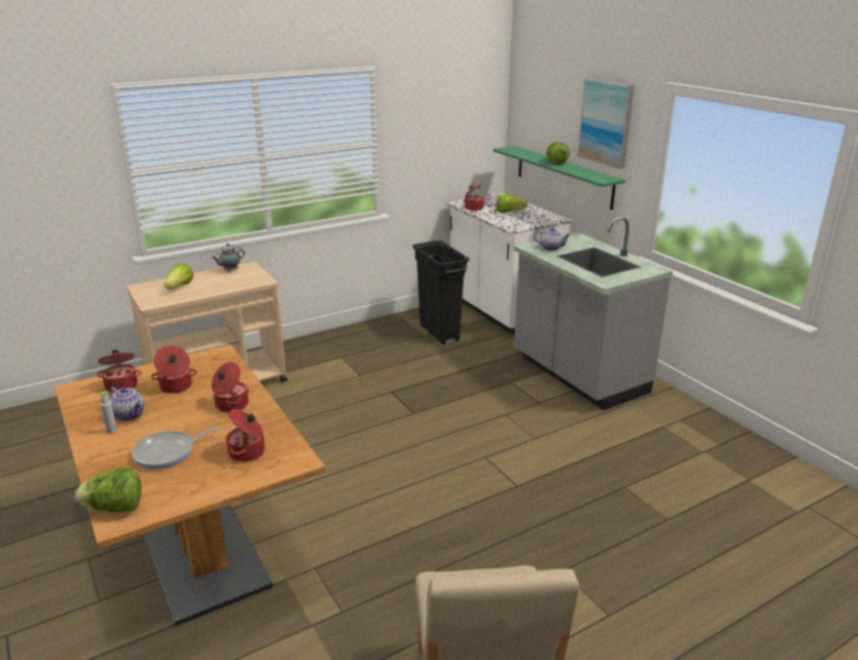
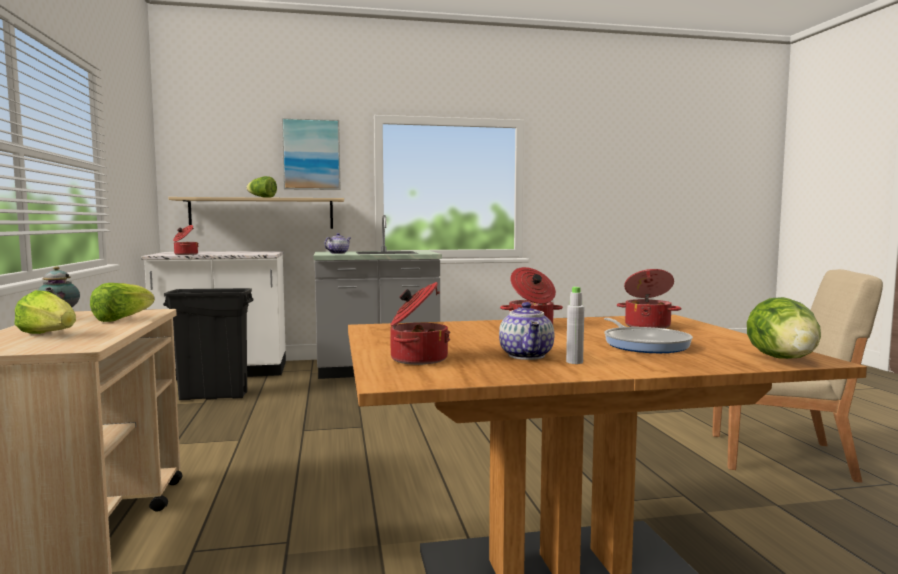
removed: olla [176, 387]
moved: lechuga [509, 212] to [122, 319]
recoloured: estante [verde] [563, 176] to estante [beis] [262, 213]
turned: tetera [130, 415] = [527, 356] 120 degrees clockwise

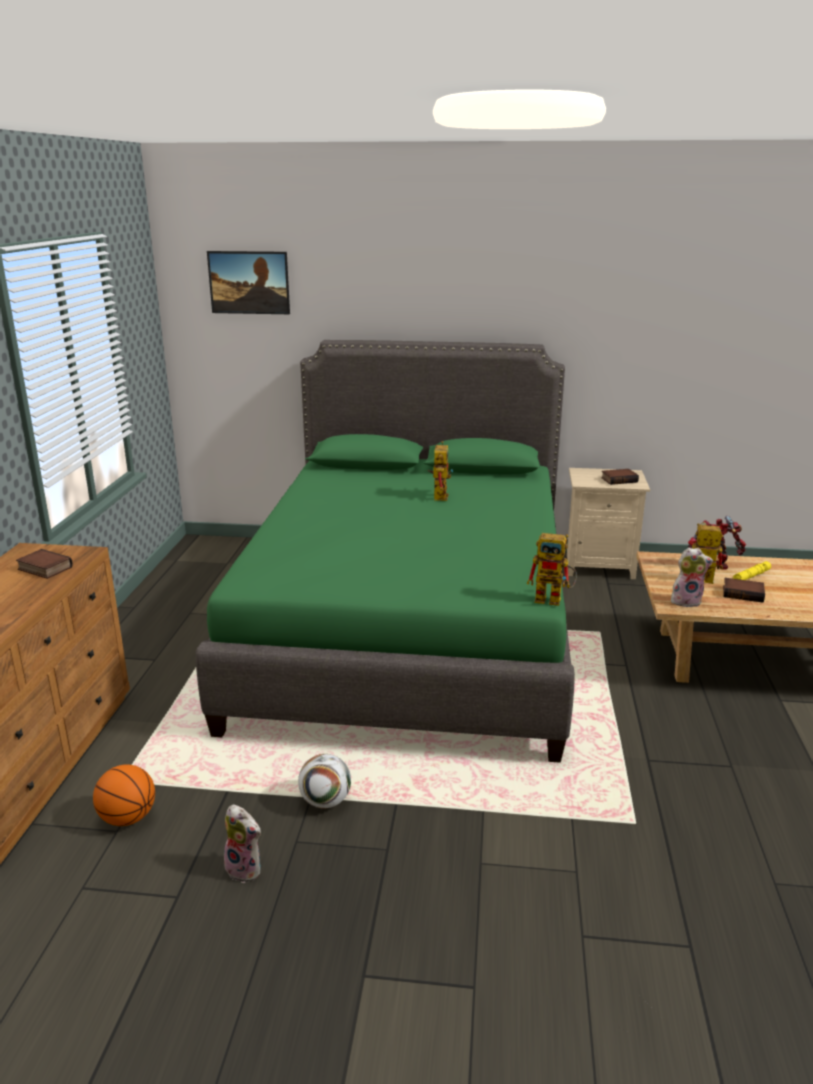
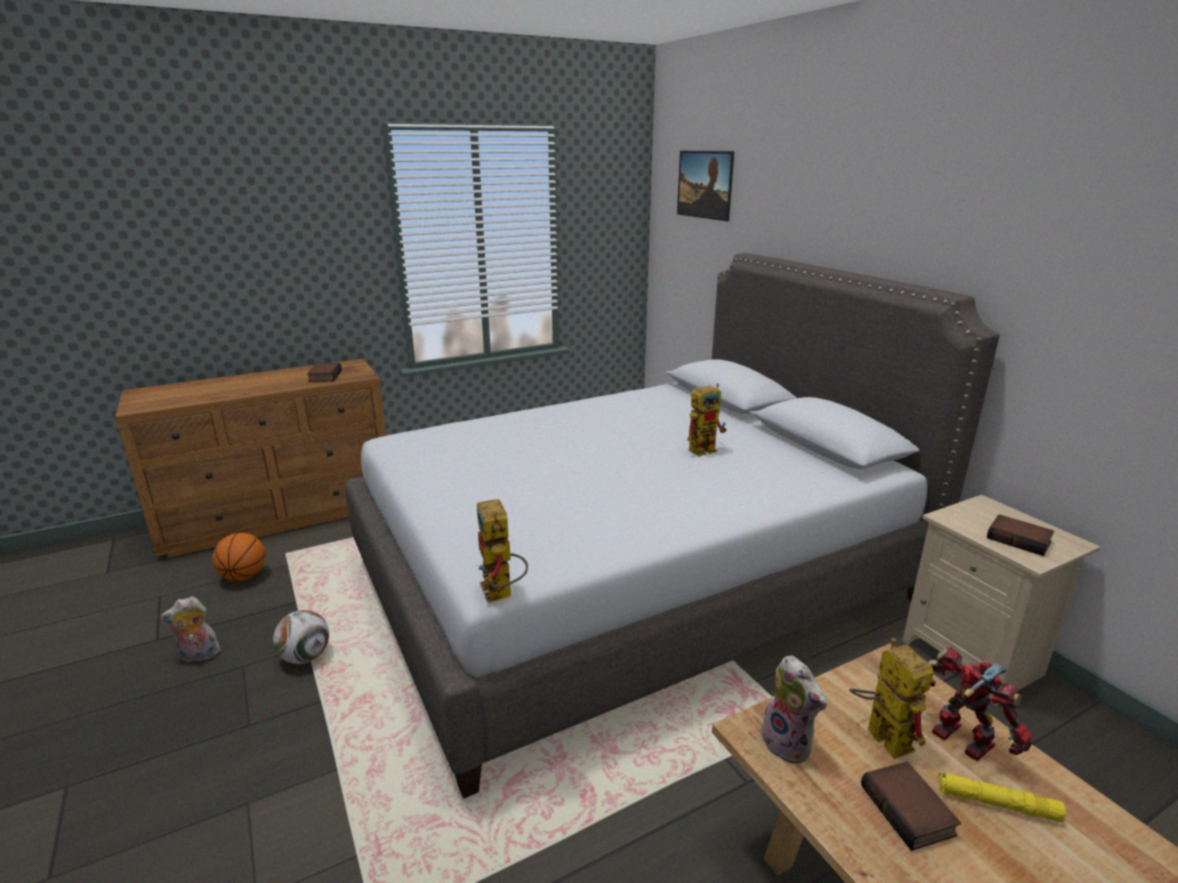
recoloured: cama [verde] [409, 627] to cama [gris] [631, 580]
turned: peluche [246, 868] = [198, 656] 75 degrees clockwise

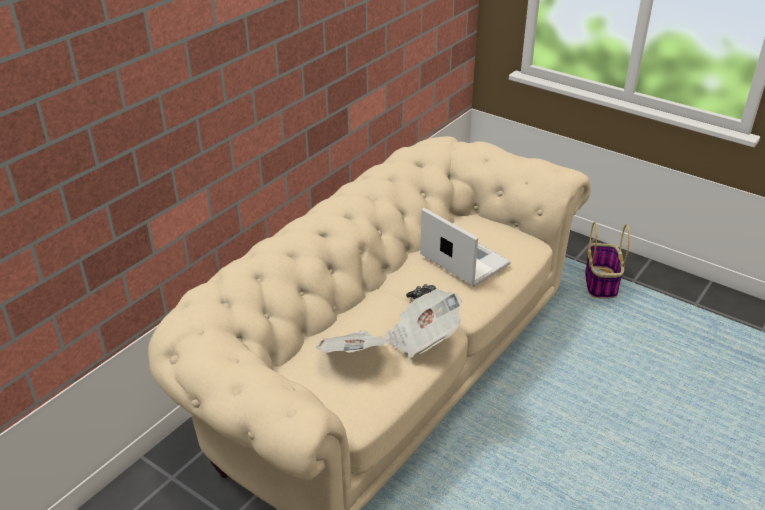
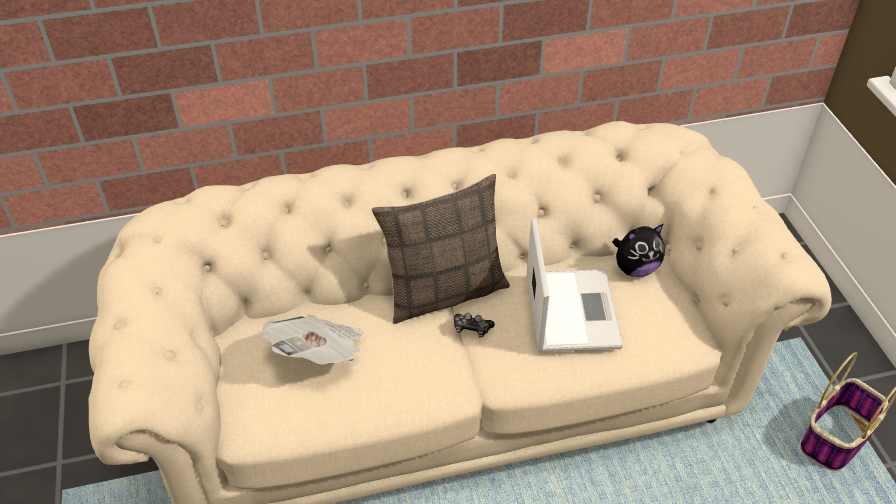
removed: periódico [422, 337]
added: cojín [444, 291]; peluche [635, 268]

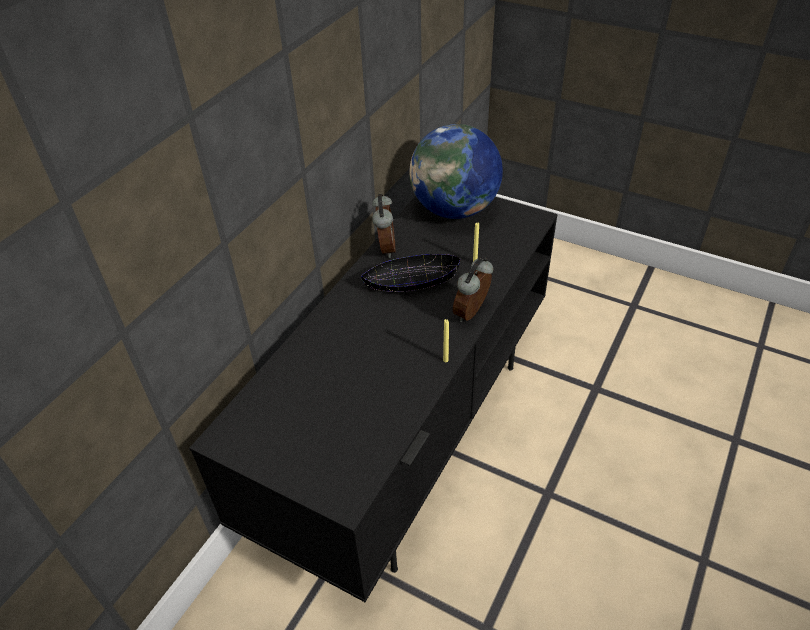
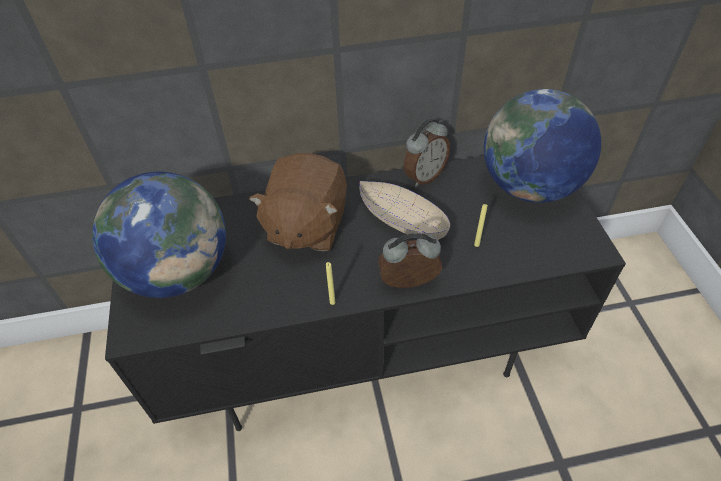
added: globo terráqueo [178, 272]; peluche [marrón] [306, 225]
recoloured: cuenco [negro] [411, 282] to cuenco [beis] [401, 219]

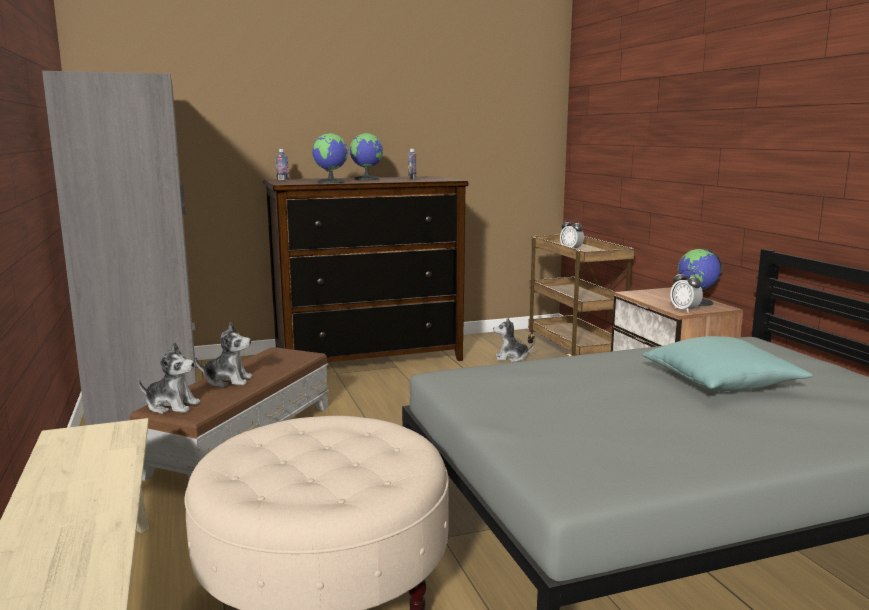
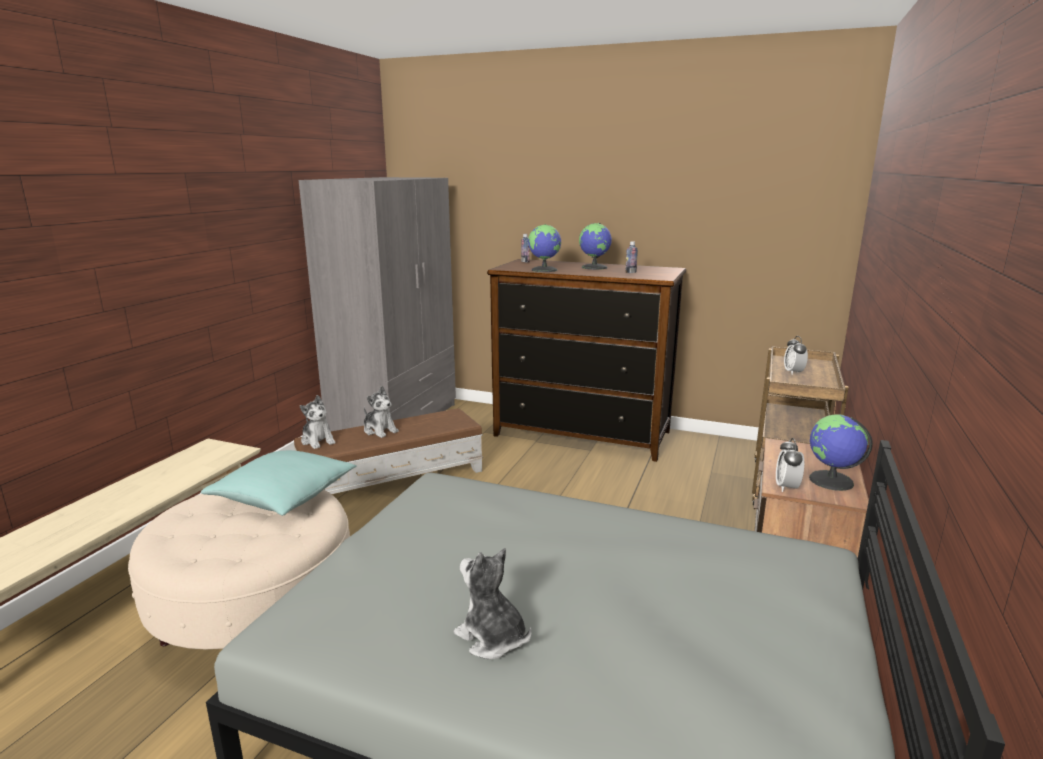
moved: cojín [turquesa] [721, 383] to [284, 497]; peluche [511, 358] to [492, 638]

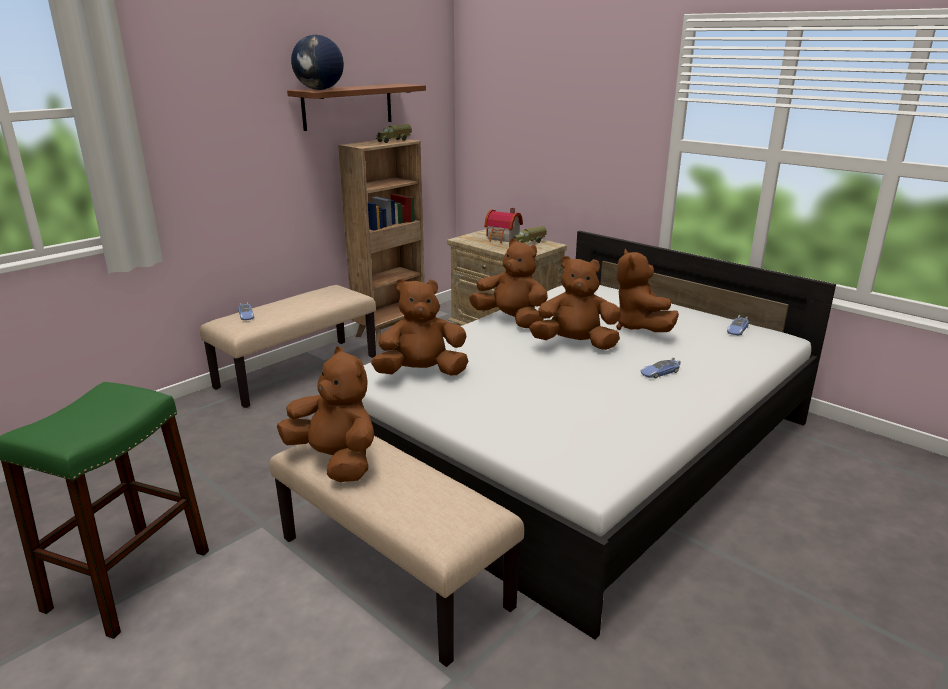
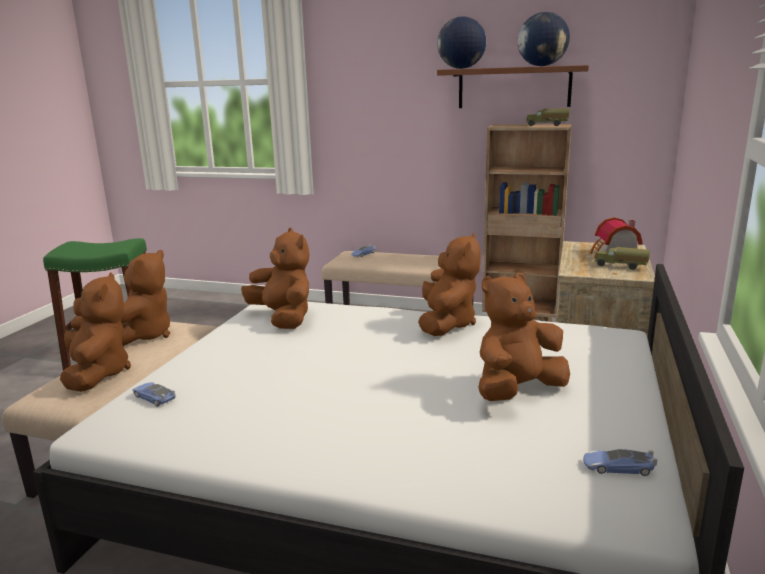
added: globo terráqueo [541, 66]
moved: peluche [marrón] [575, 344] to [97, 374]; coche de juguete [659, 372] to [154, 397]

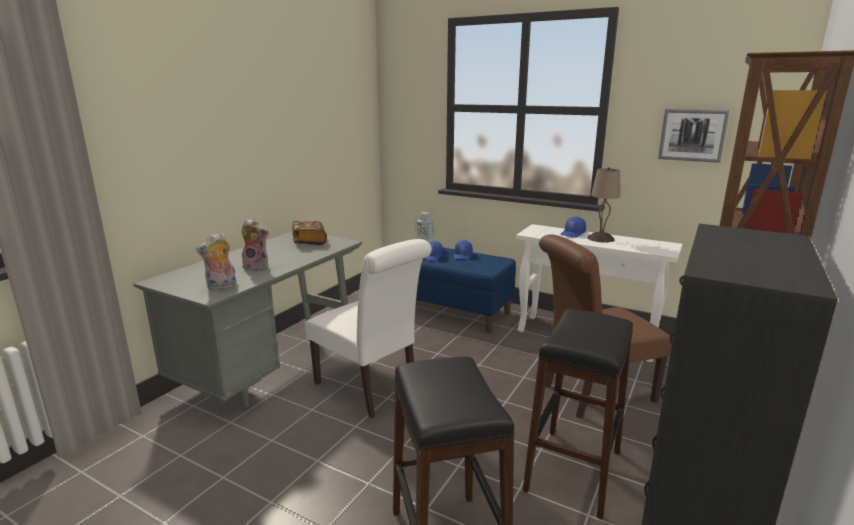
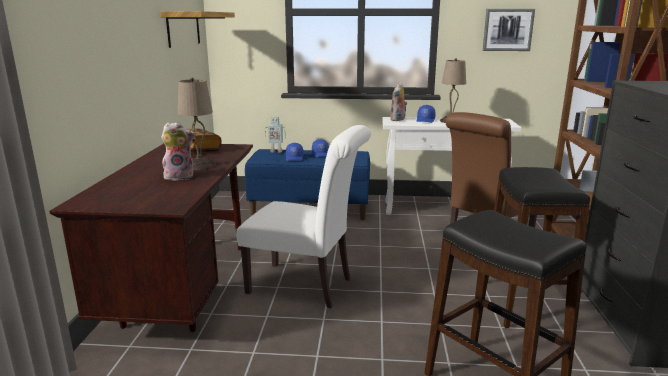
added: estante [183, 28]; lámpara de mesa [beis] [200, 165]
moved: peluche [221, 287] to [398, 120]
recoloured: escritorio [gris] [272, 367] to escritorio [marrón] [184, 289]

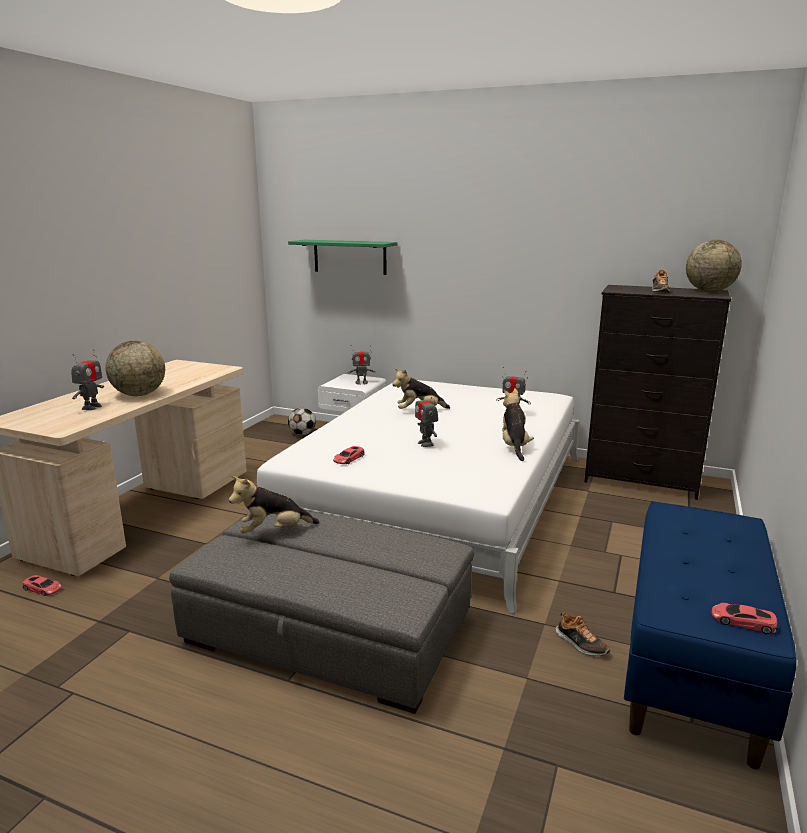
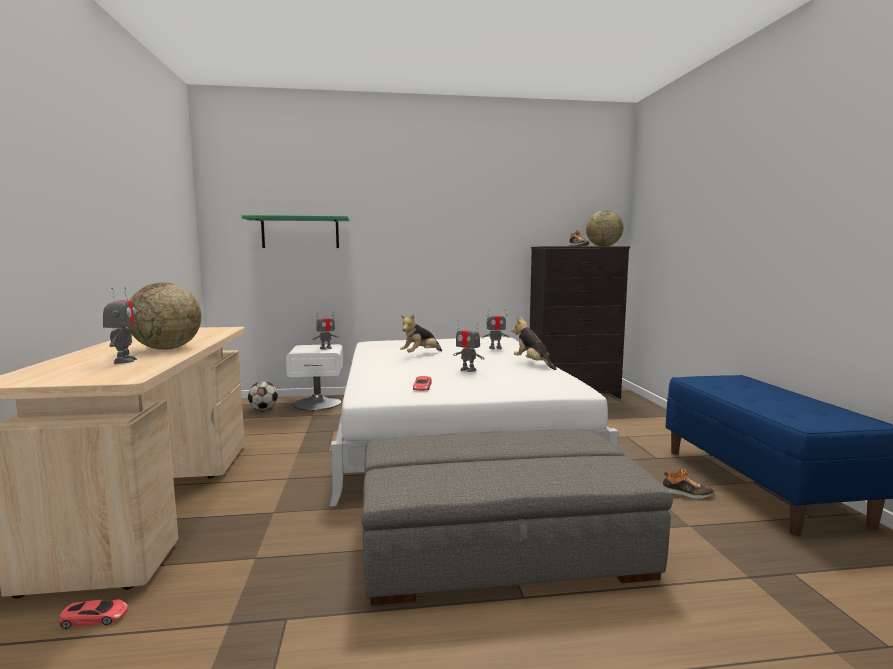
removed: peluche [274, 531]; coche de juguete [rojo] [742, 621]

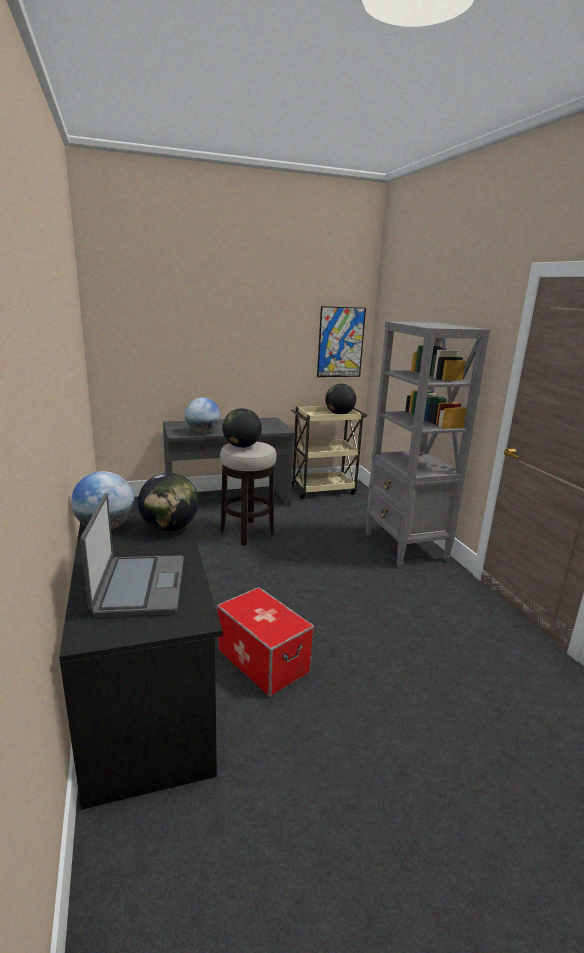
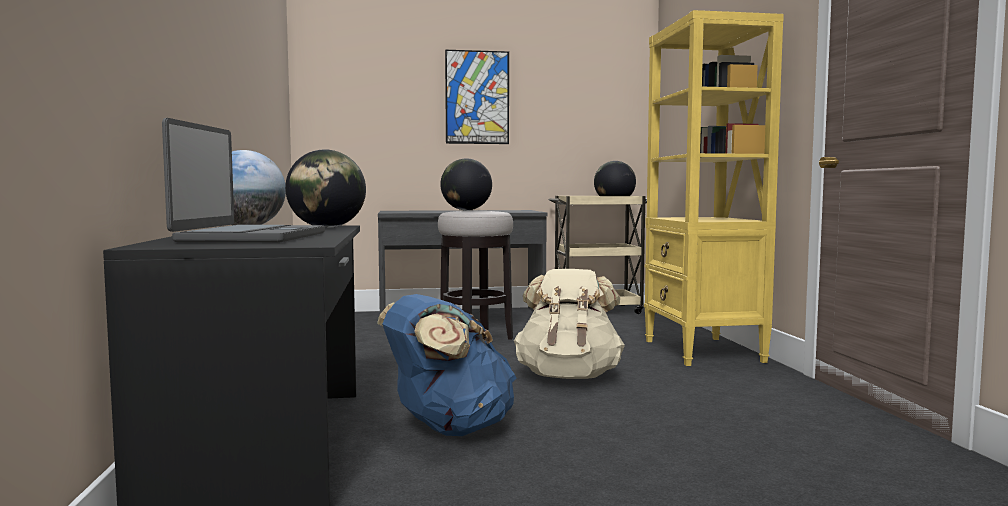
removed: globo terráqueo [203, 432]
added: mochila [beis] [568, 377]
moved: cuadro [340, 342] to [477, 97]
replaced: caja de almacenaje [262, 661] to mochila [azul] [448, 429]
recoloured: estantería [gris] [405, 547] to estantería [amarillo] [703, 351]

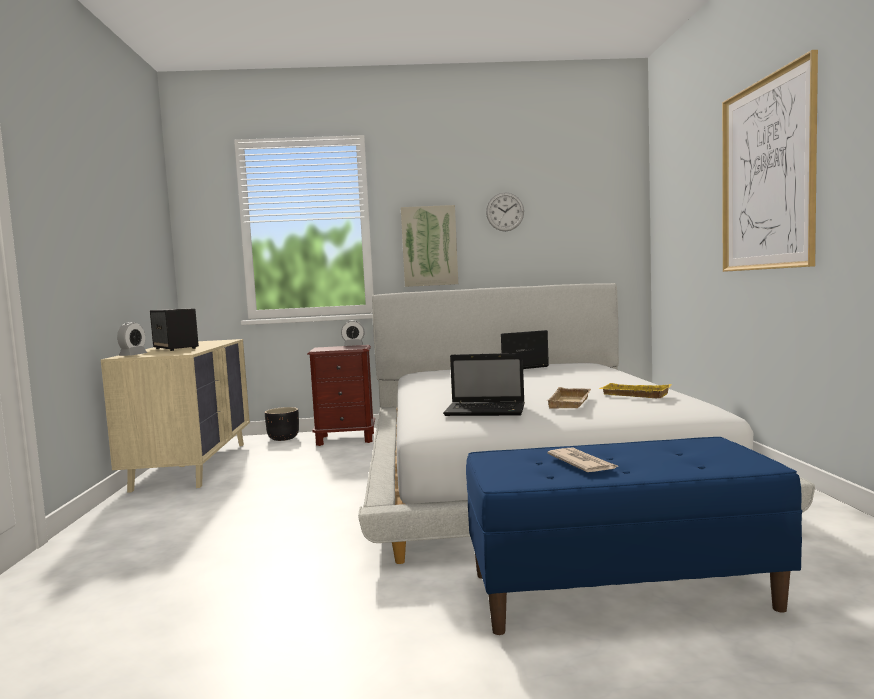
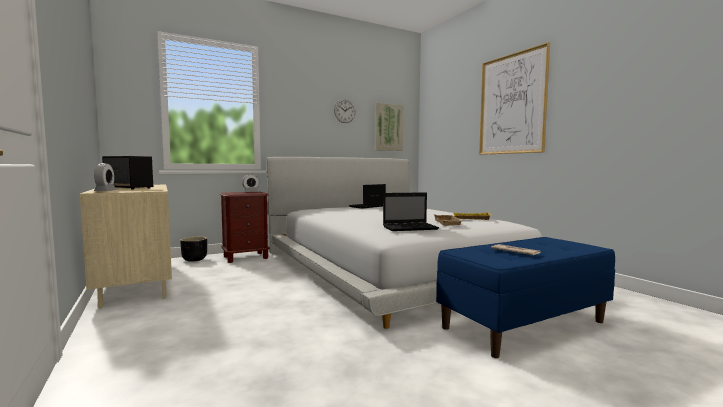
moved: cuadro [429, 246] to [388, 127]

